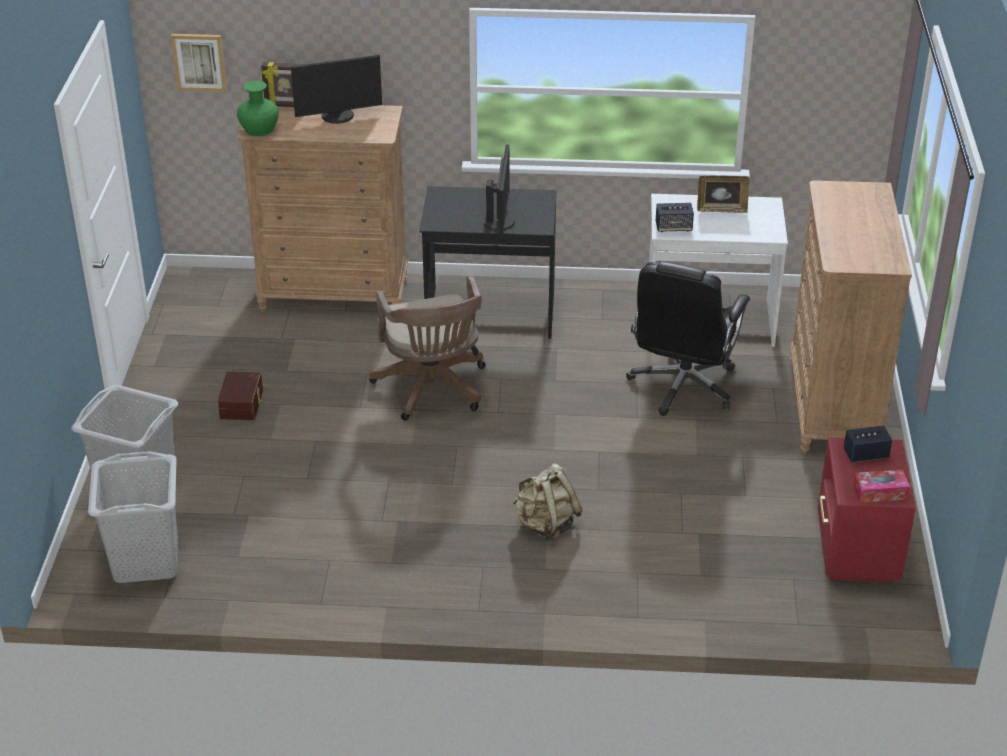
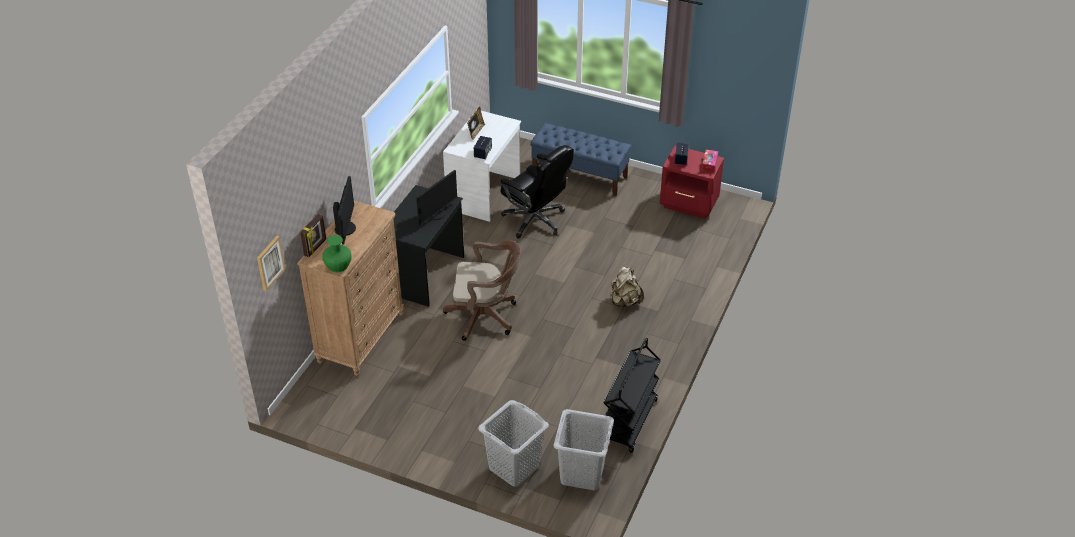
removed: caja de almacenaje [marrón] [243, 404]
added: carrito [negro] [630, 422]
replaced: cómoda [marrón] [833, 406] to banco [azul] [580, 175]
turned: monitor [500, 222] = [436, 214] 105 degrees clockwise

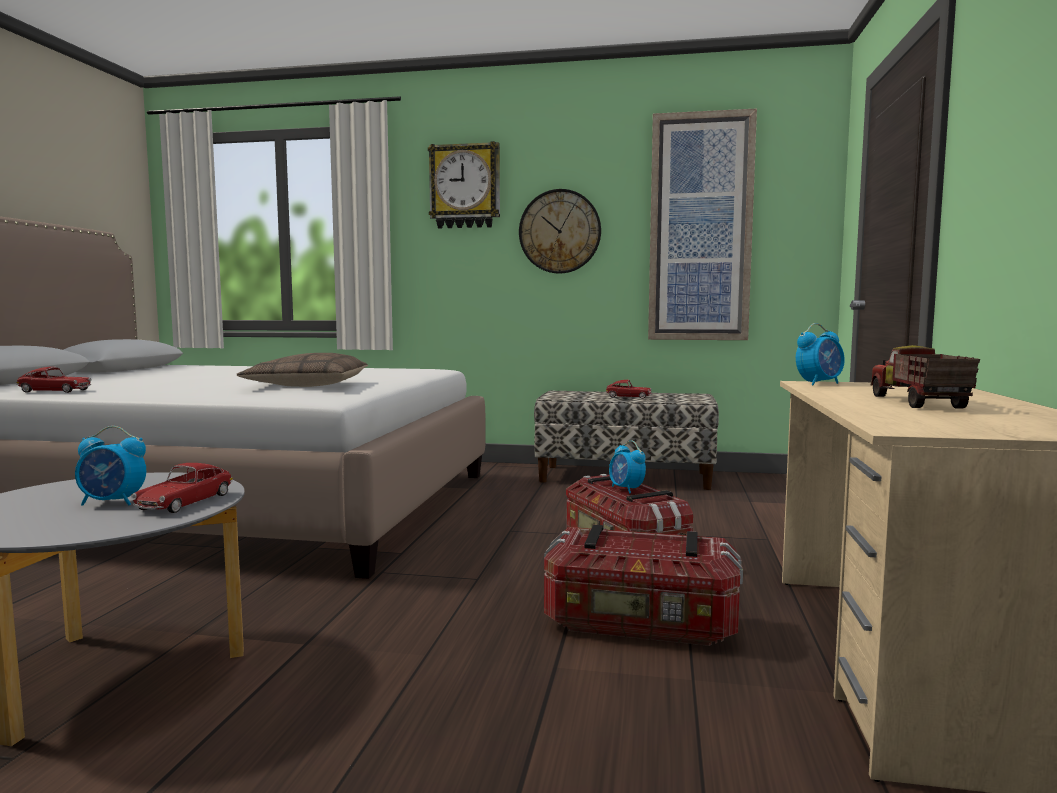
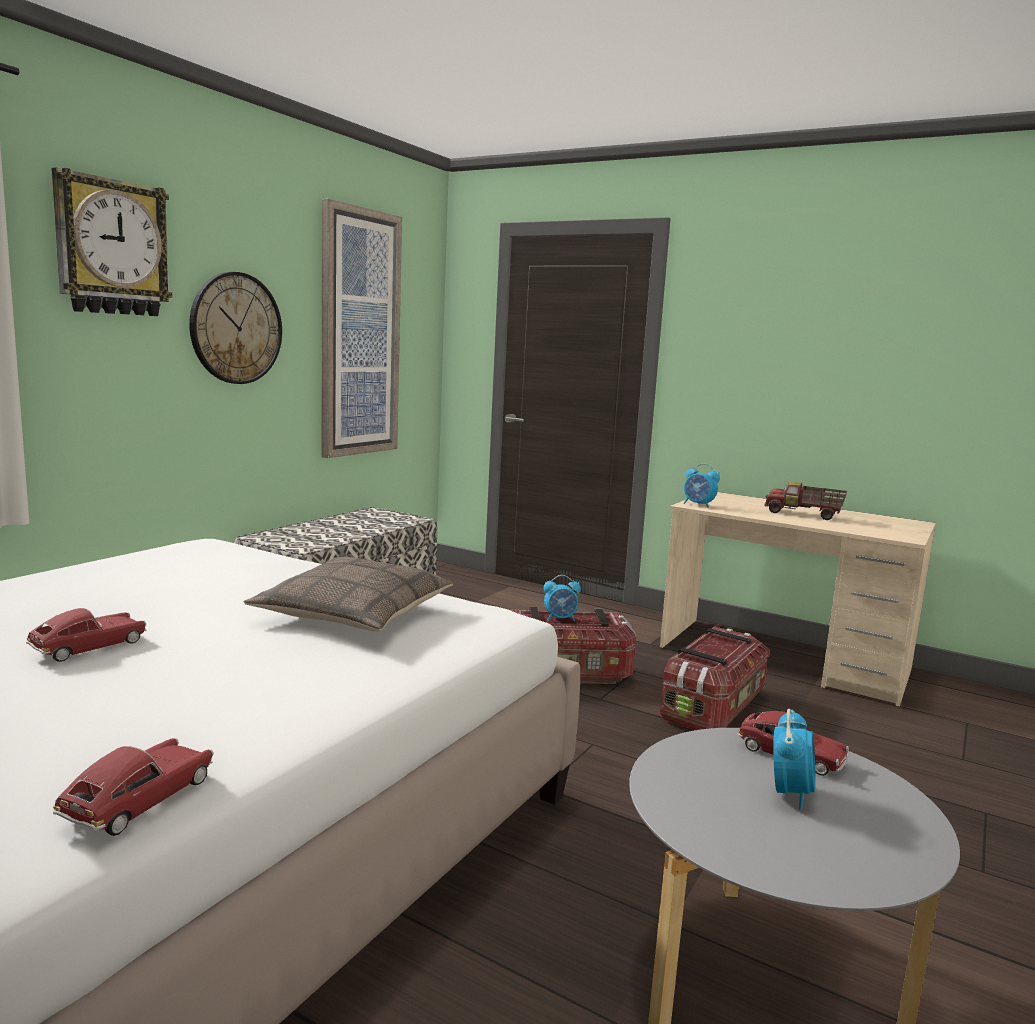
moved: coche de juguete [628, 397] to [89, 647]
turned: despertador [819, 383] = [698, 505] 135 degrees clockwise

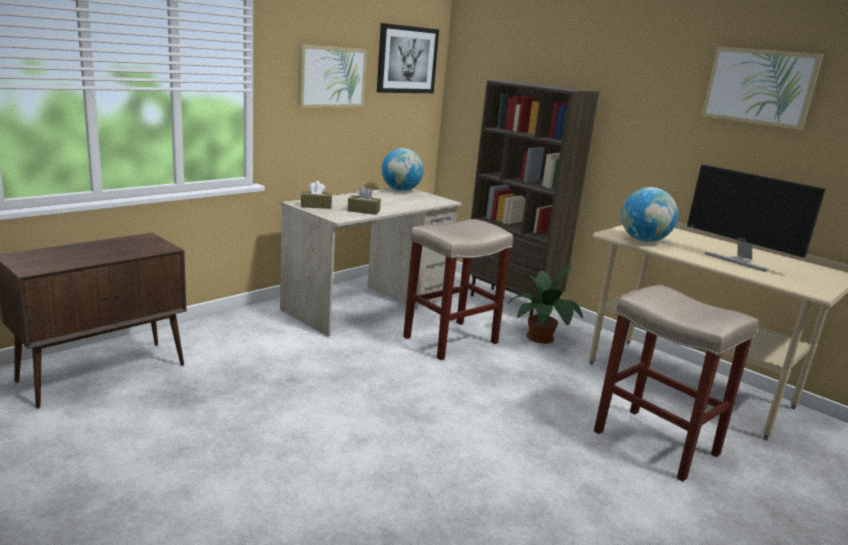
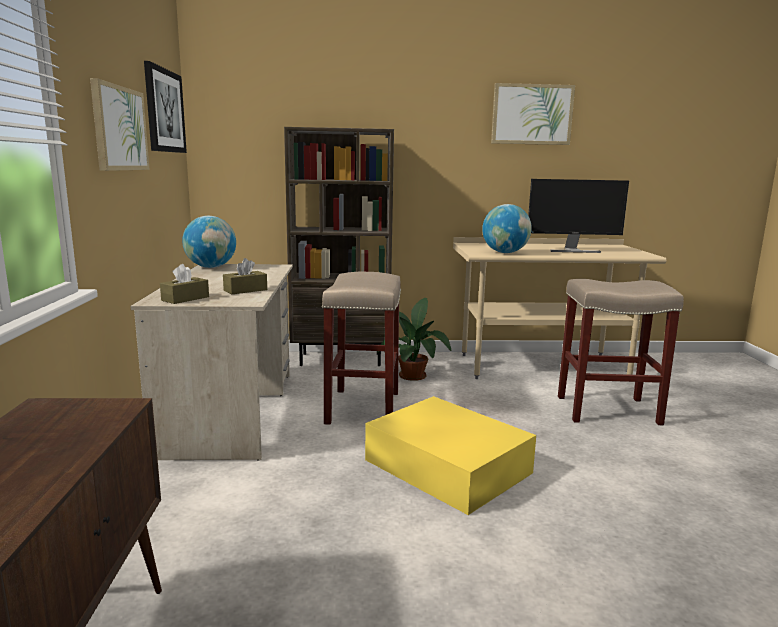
added: caja de almacenaje [amarillo] [446, 465]

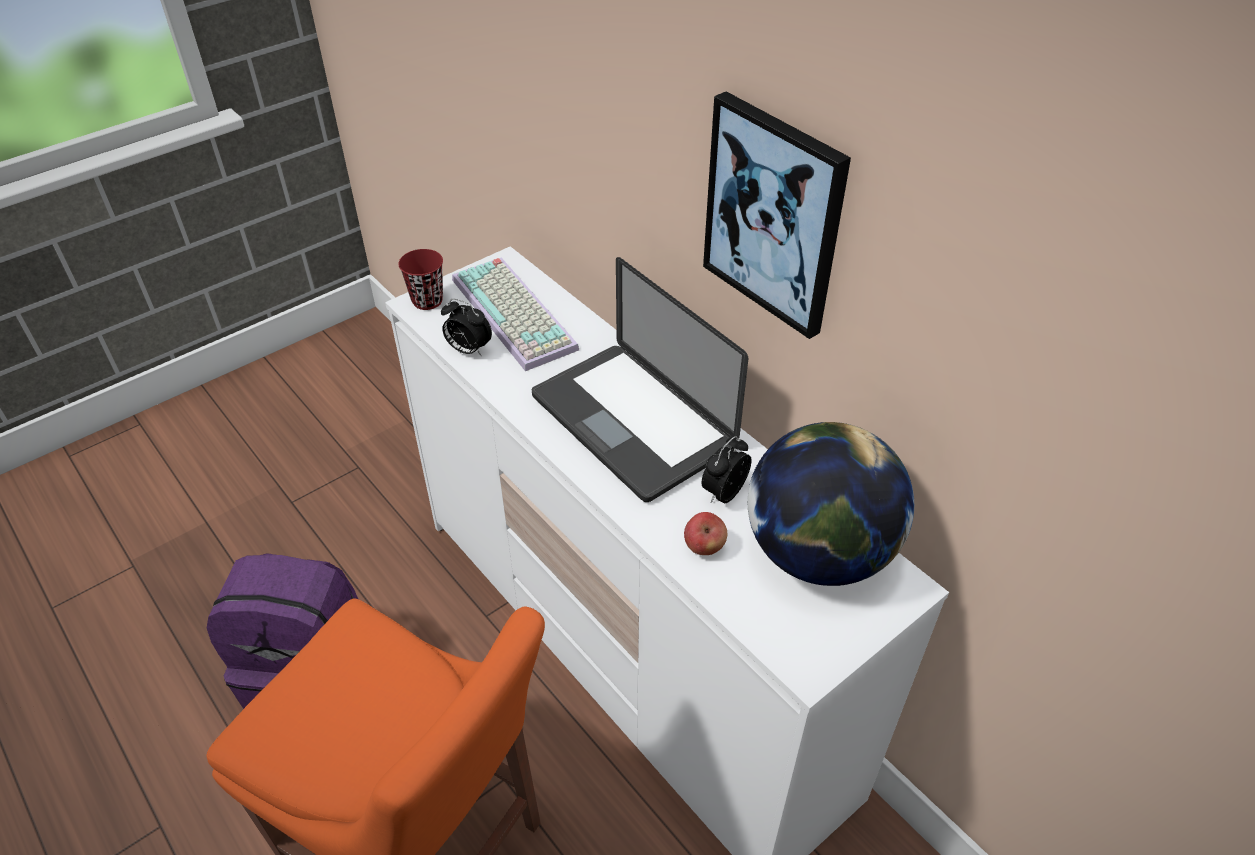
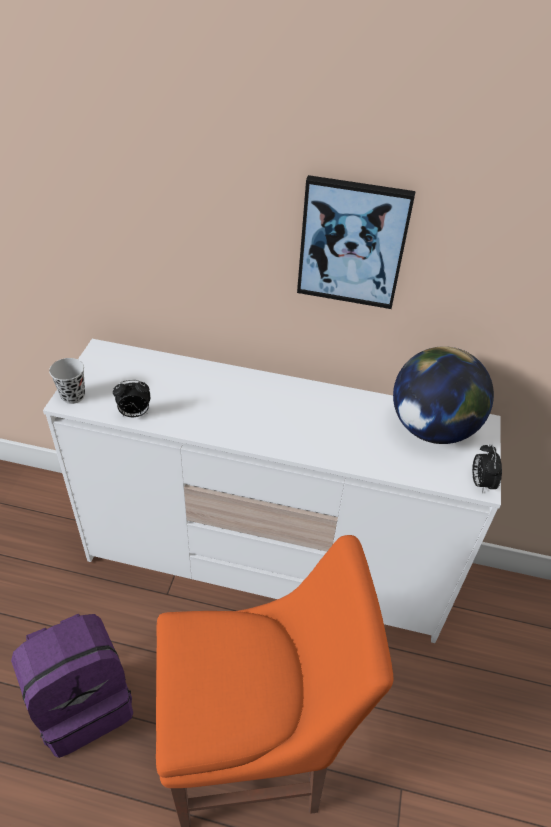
removed: teclado [517, 313]; portátil [632, 422]; manzana [704, 547]
moved: despertador [723, 492] to [480, 482]
recoloured: taza [rojo] [427, 300] to taza [negro] [73, 396]

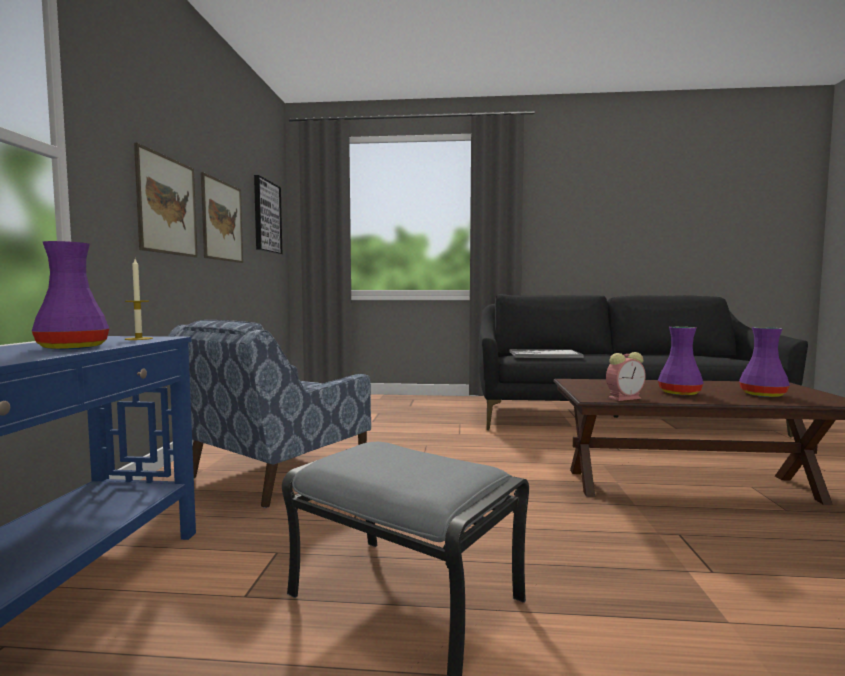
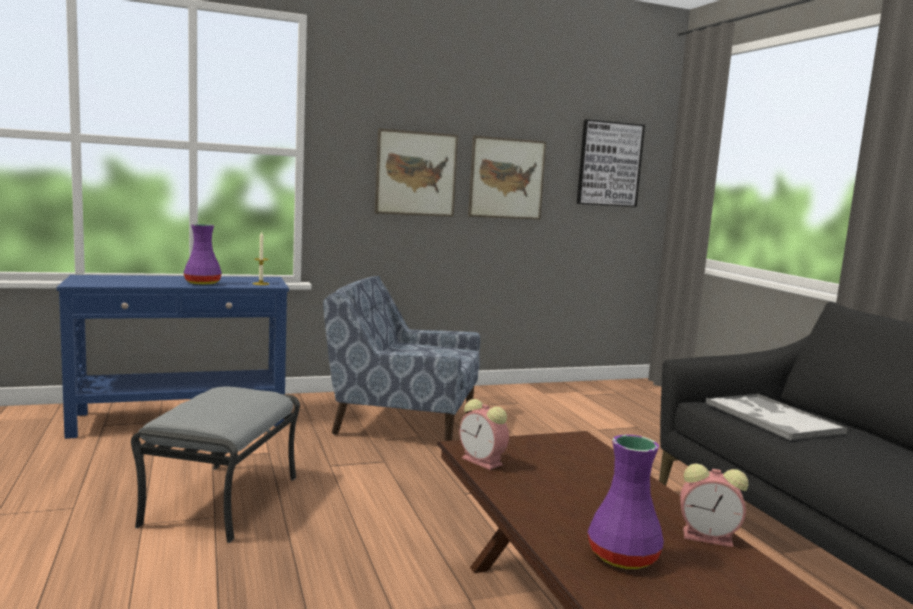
removed: florero [morado] [680, 393]
added: despertador [709, 537]

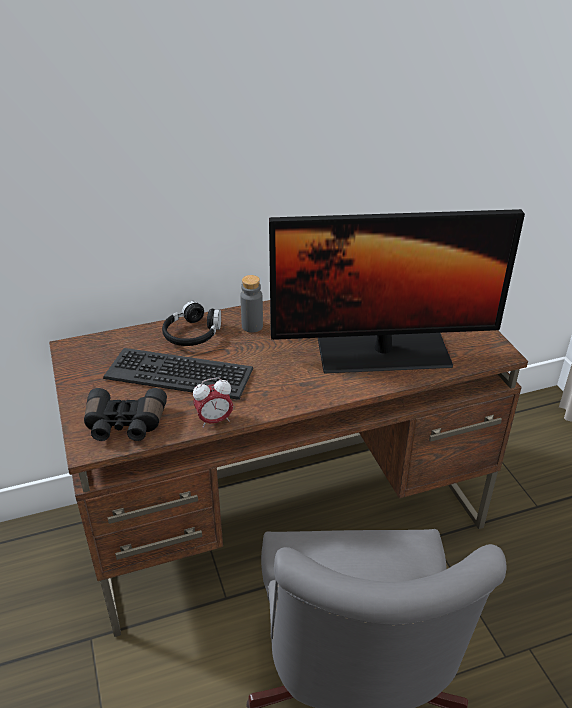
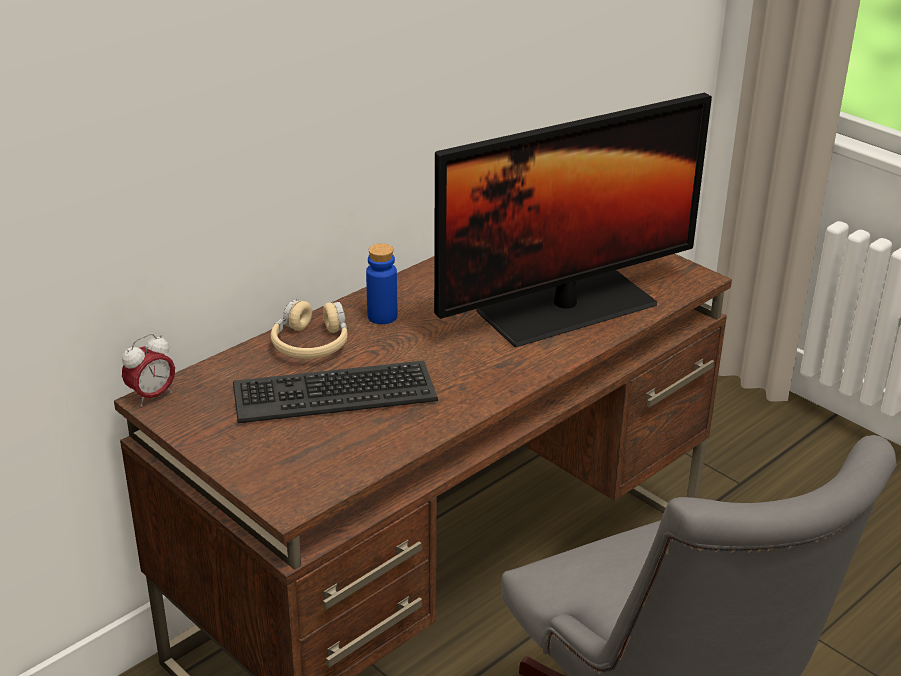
removed: prismáticos [negro] [124, 425]
moved: despertador [214, 420] to [152, 396]
recoloured: auriculares [negro] [192, 334] to auriculares [beis] [311, 343]; botella [gris] [252, 326] to botella [azul] [382, 316]

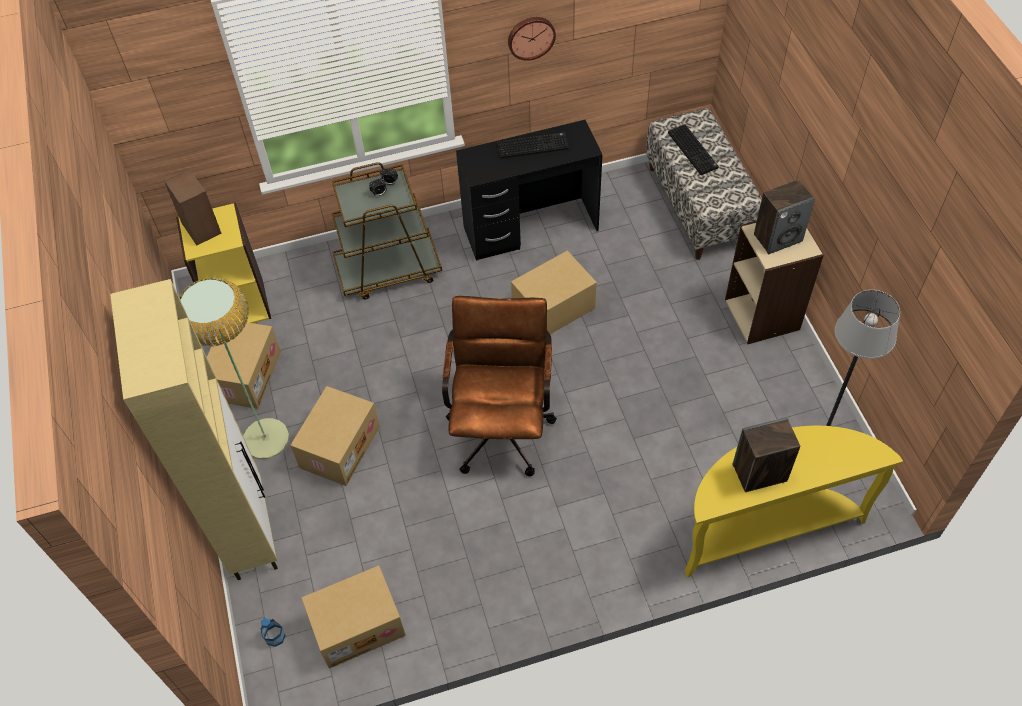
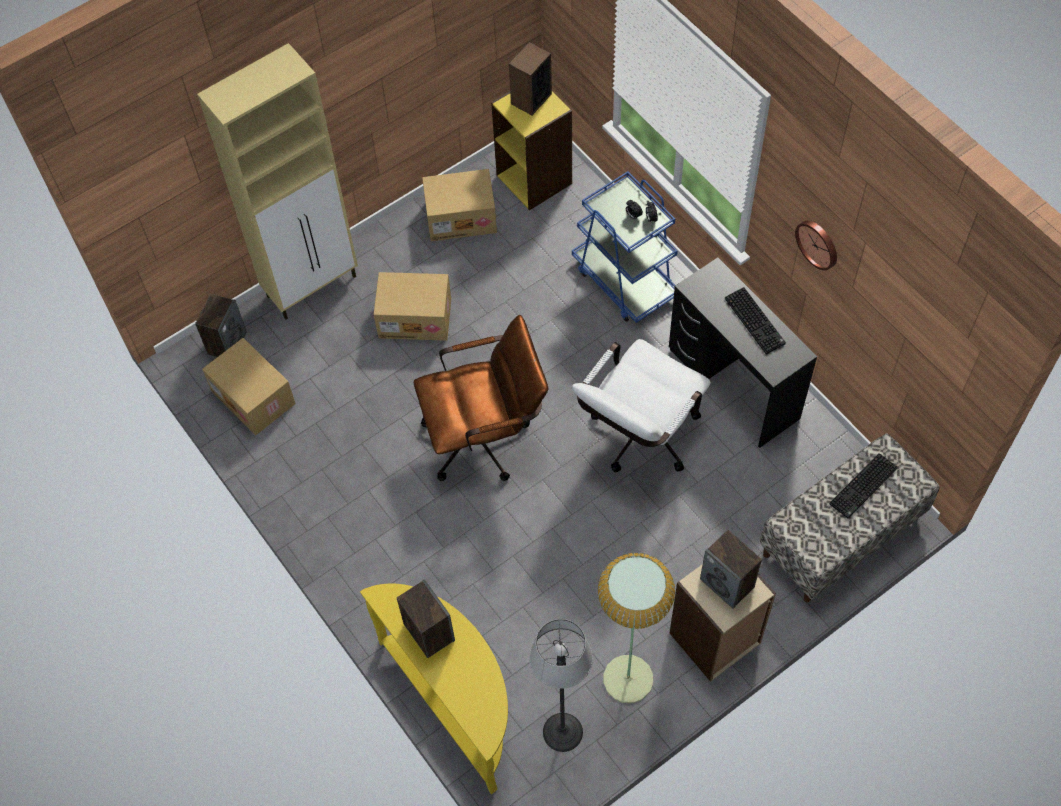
moved: lámpara de pie [265, 438] to [628, 678]
replaced: botella [275, 636] to altavoz [227, 343]; caja de cartón [553, 309] to silla de oficina [blanco] [638, 438]
recoloured: carrito [marrón] [389, 270] to carrito [azul] [625, 281]

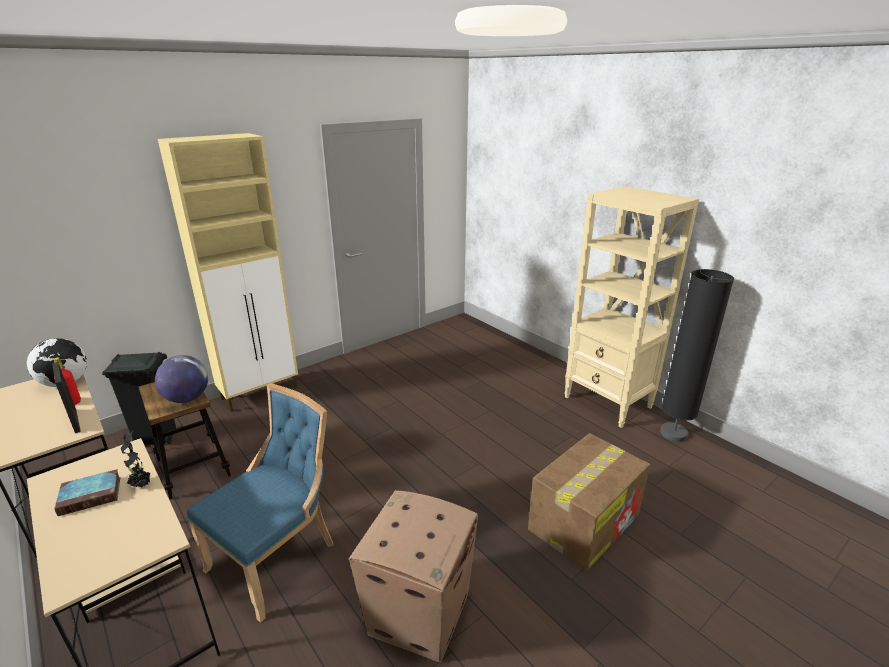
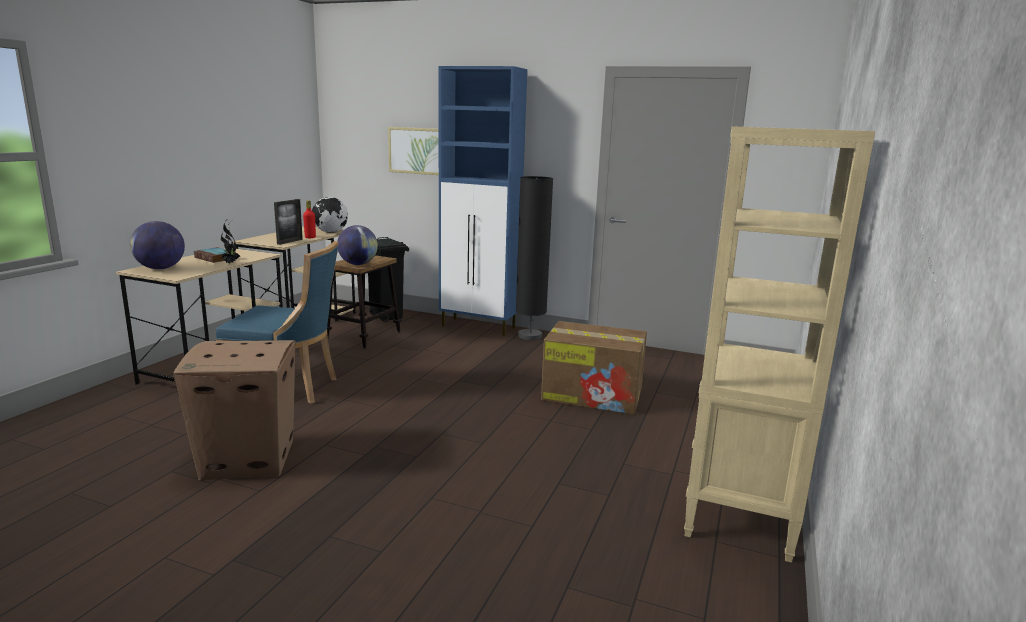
added: globo terráqueo [160, 268]; cuadro [417, 150]
moved: lámpara de pie [negro] [673, 433] to [530, 336]; caja de cartón [584, 521] to [593, 395]
recoloured: armario [beis] [261, 393] to armario [azul] [479, 327]

